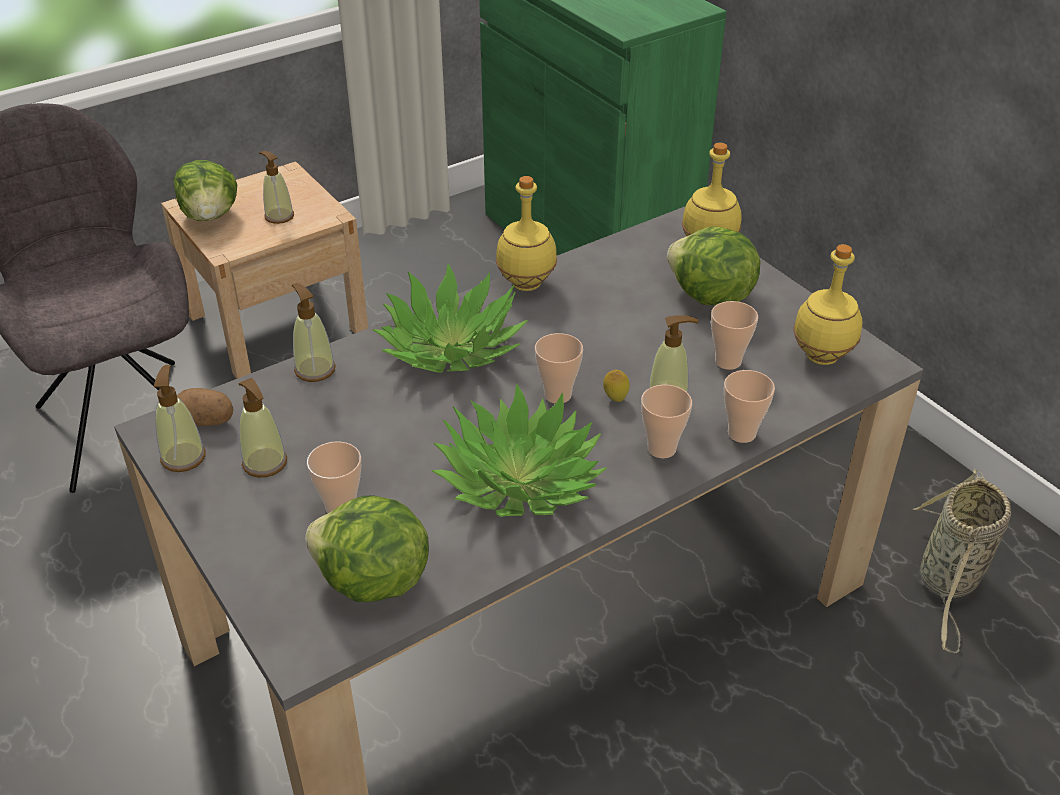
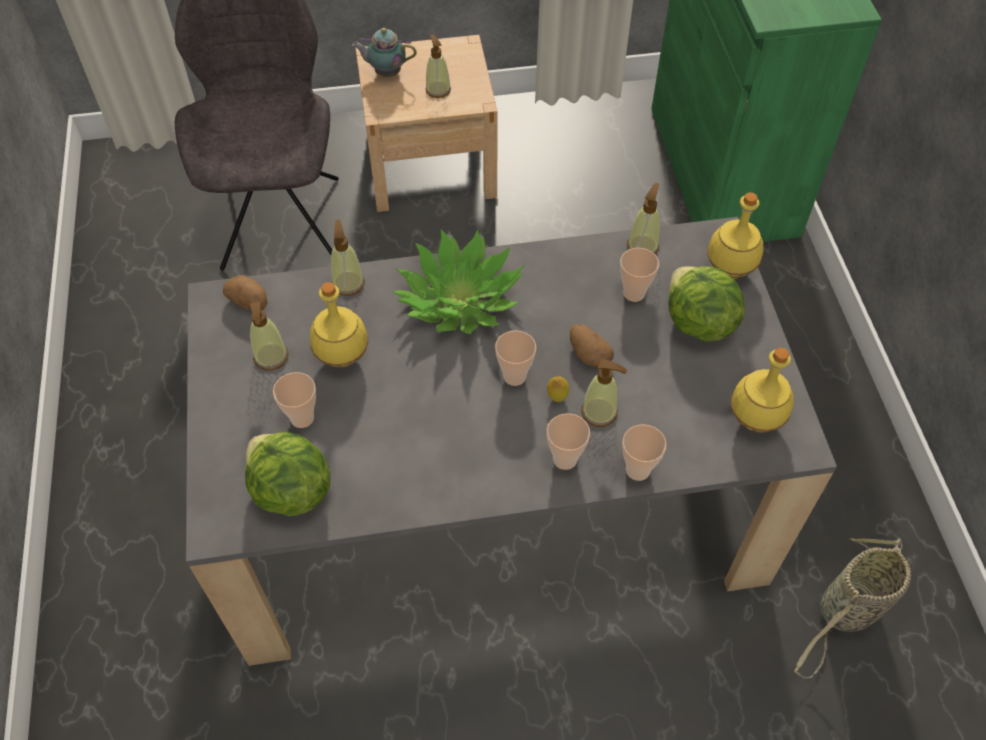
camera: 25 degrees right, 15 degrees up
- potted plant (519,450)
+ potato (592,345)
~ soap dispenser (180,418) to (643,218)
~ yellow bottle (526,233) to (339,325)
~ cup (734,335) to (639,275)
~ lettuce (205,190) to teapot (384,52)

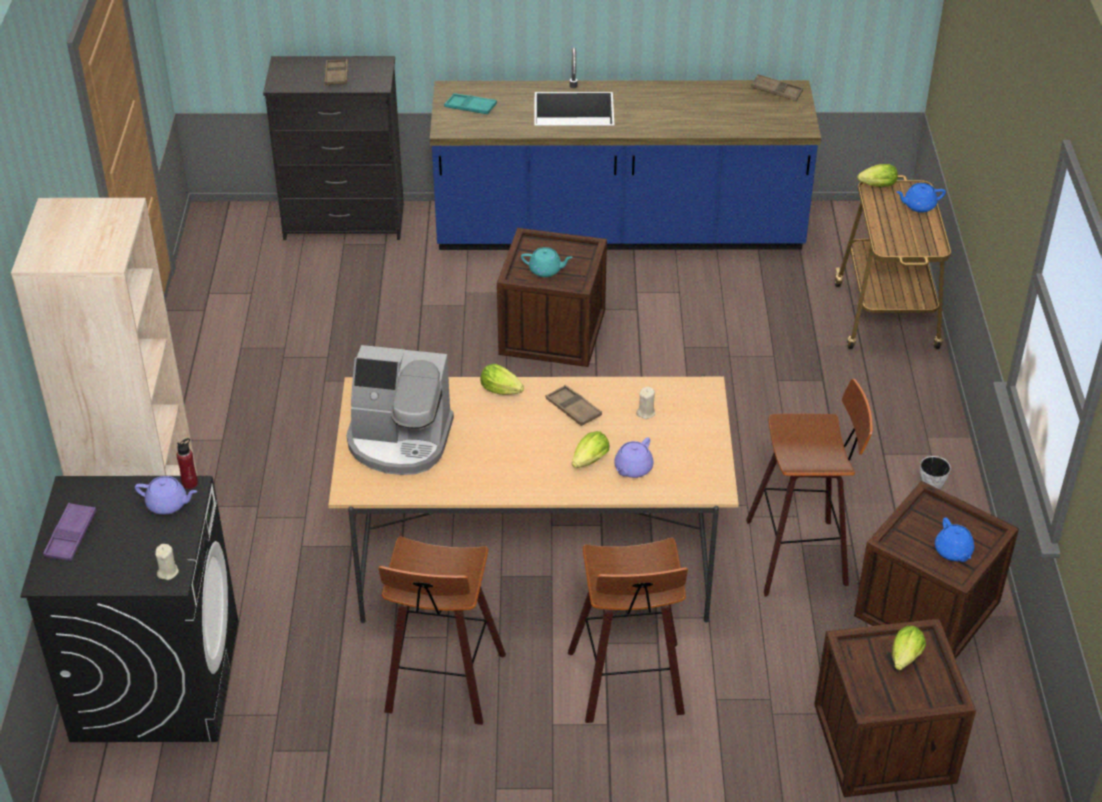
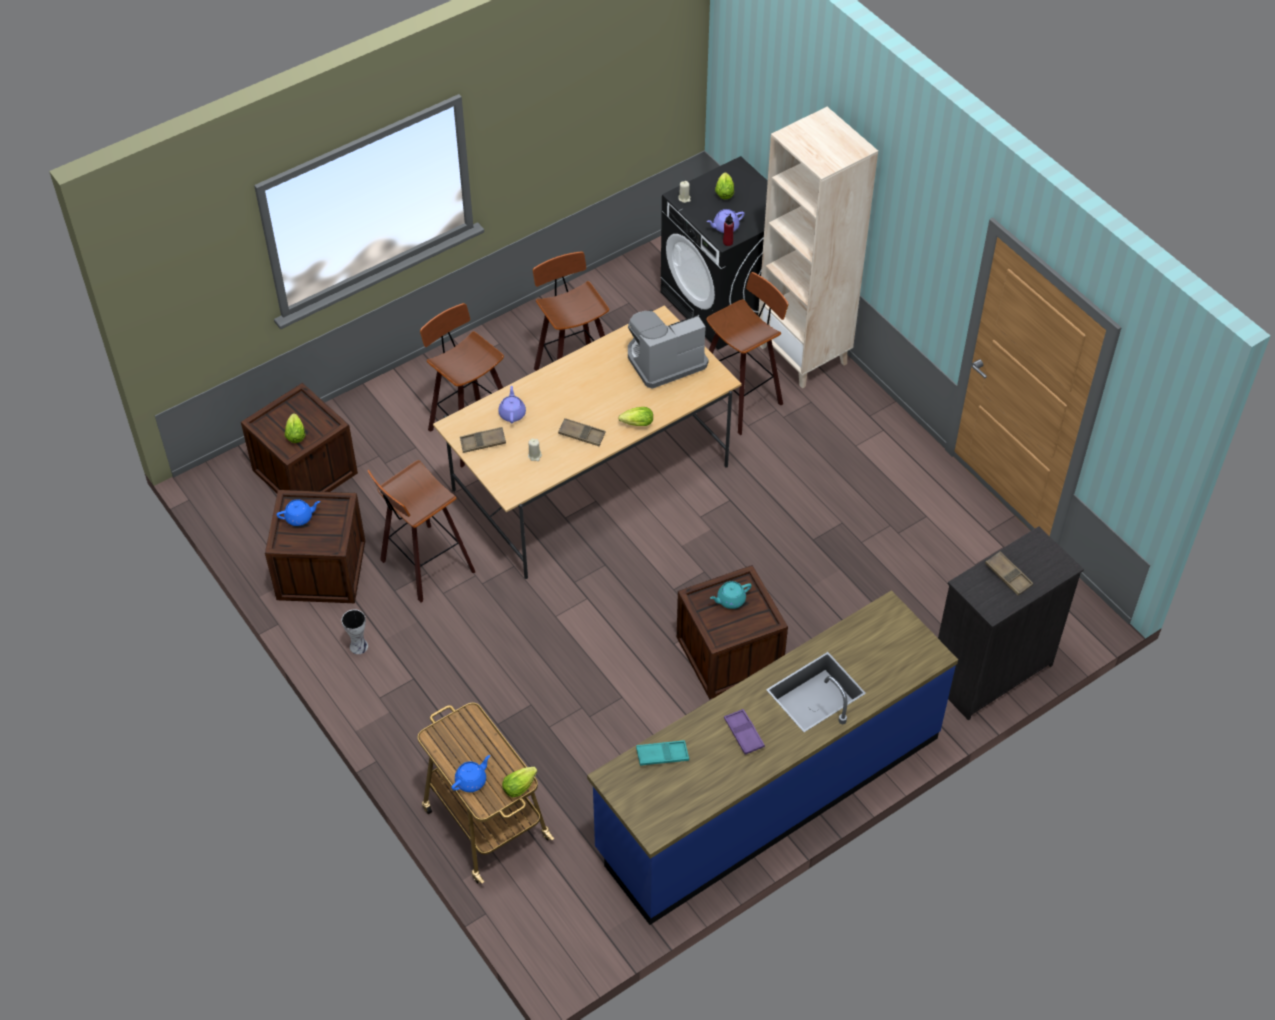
camera: 145 degrees right, 10 degrees up
+ stool (747,353)
~ purple tray (69,532) to (744,732)
~ turquoise tray (470,103) to (662,753)
~ lettuce (590,449) to (724,185)
~ brown tray (777,87) to (483,440)
~ blue teapot (954,540) = (298,512) 120 degrees clockwise

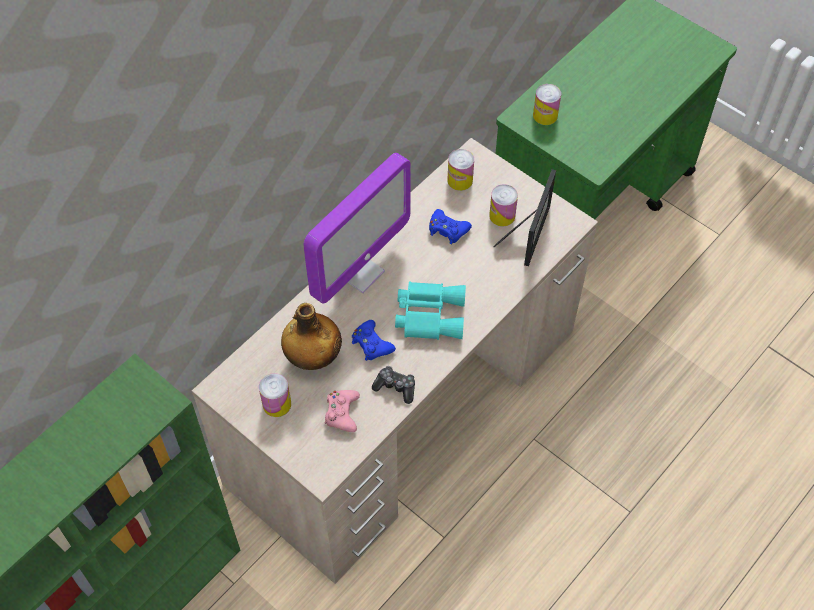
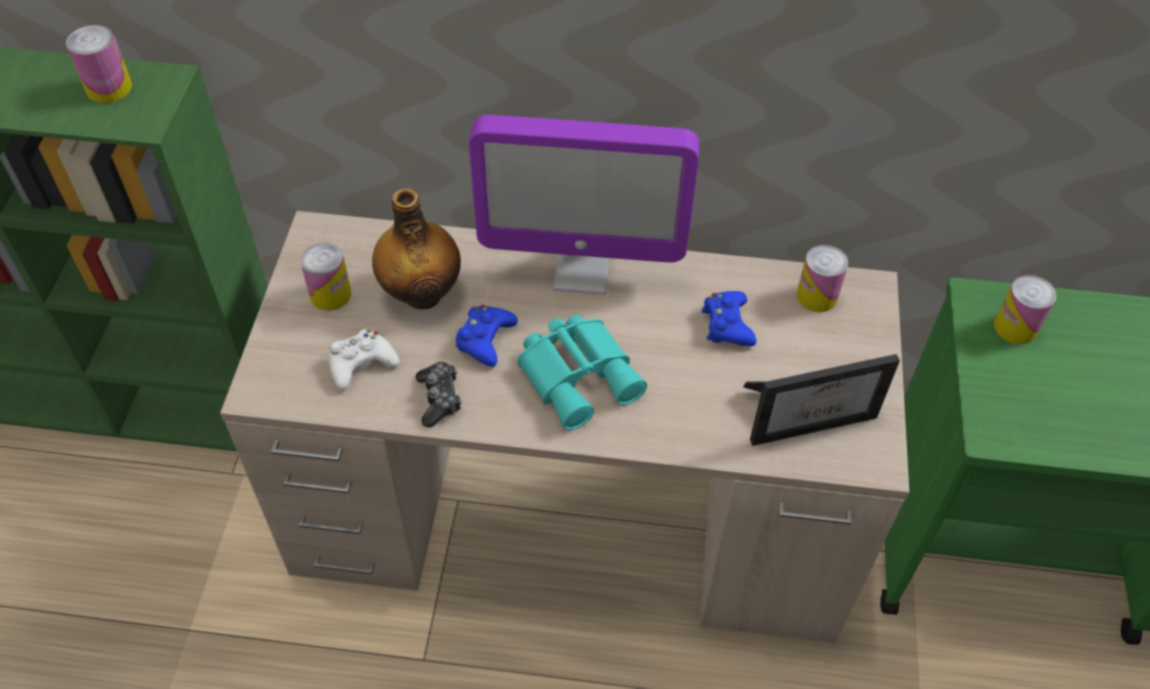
camera: 55 degrees right, 5 degrees down
~ can (503,205) to (99,64)
~ pink game controller (342,411) to white game controller (363,359)

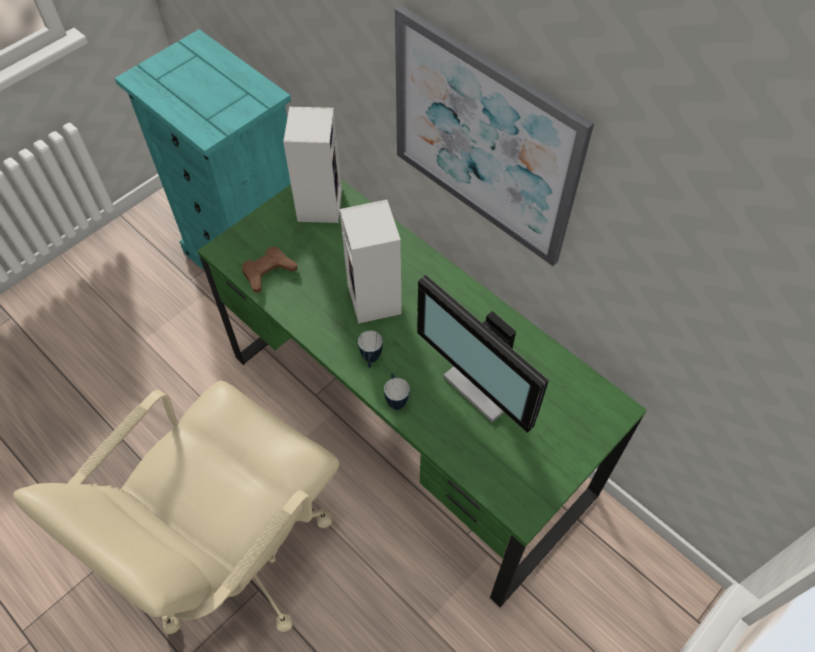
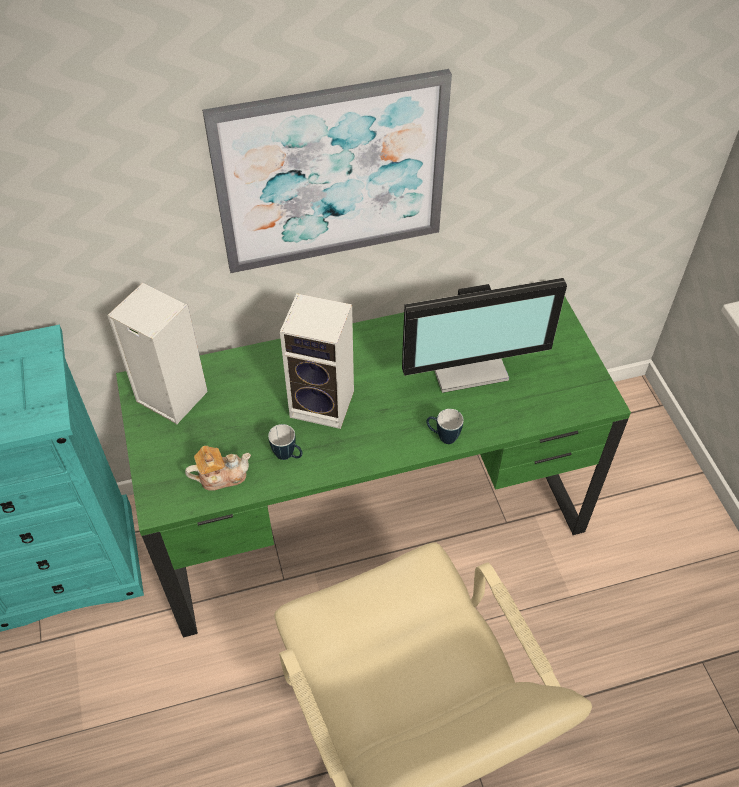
camera: 60 degrees left, 5 degrees down
~ mug (370,349) to (285,442)
~ brown game controller (269,270) to teapot (218,468)

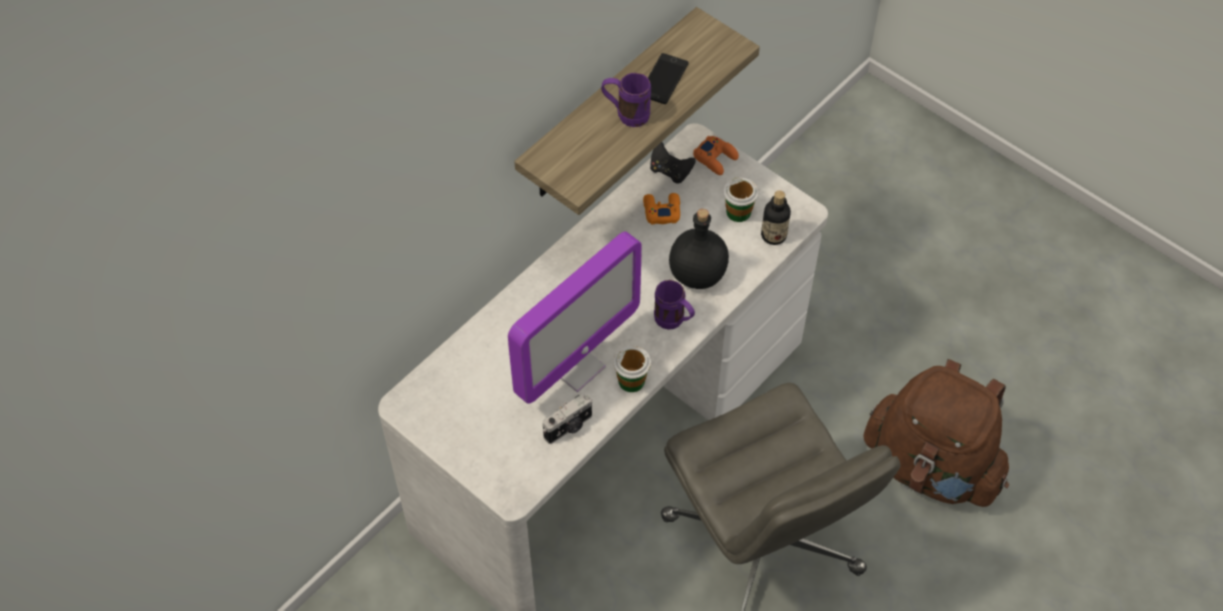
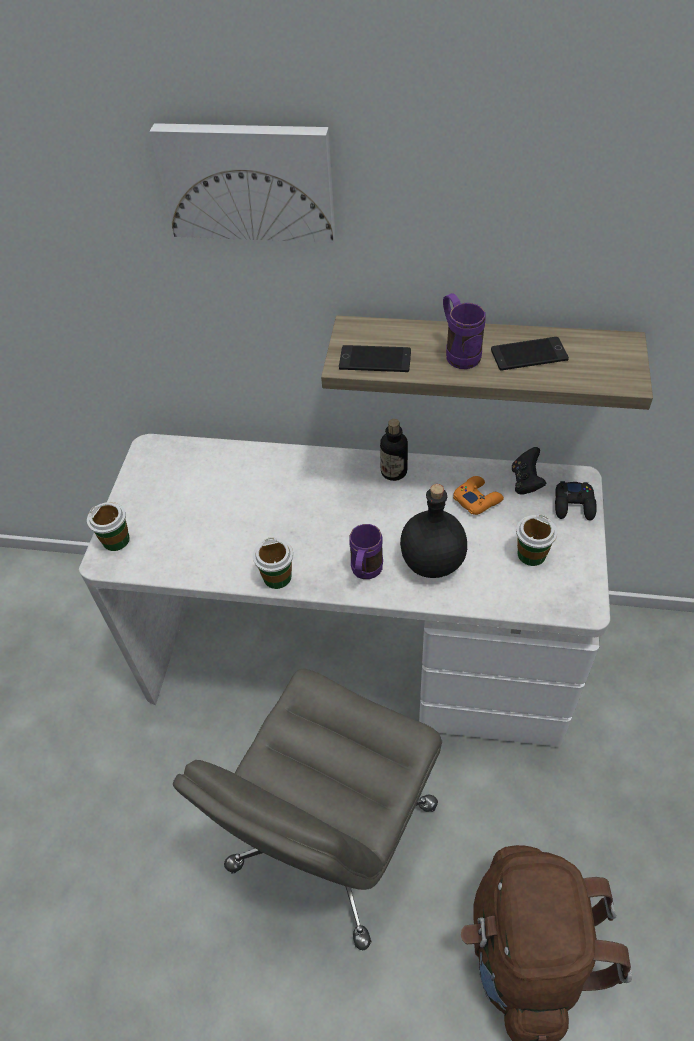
camera: 60 degrees right, 5 degrees down
- monitor (575,318)
- photo camera (567,418)
+ cup (108,526)
+ picture (242,183)
+ phone (375,358)
~ bottle (776,217) to (394,450)
~ orange game controller (716,155) to black game controller (576,500)

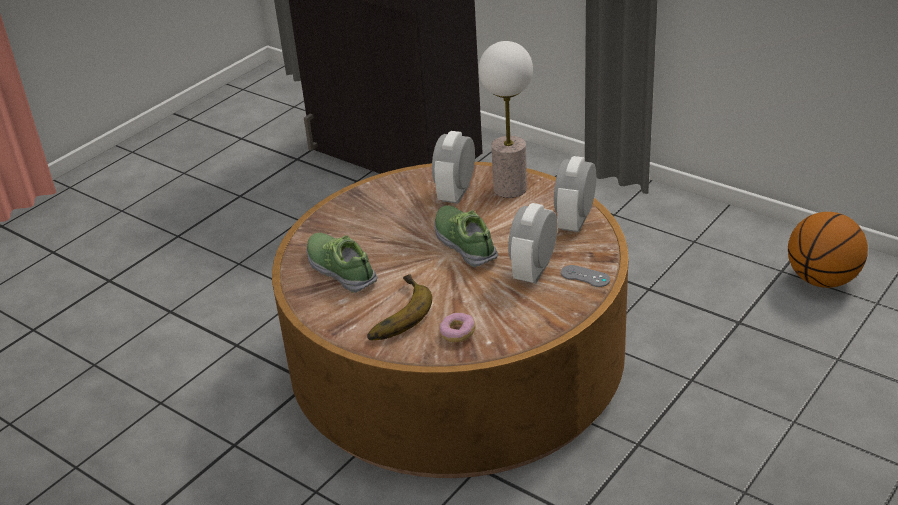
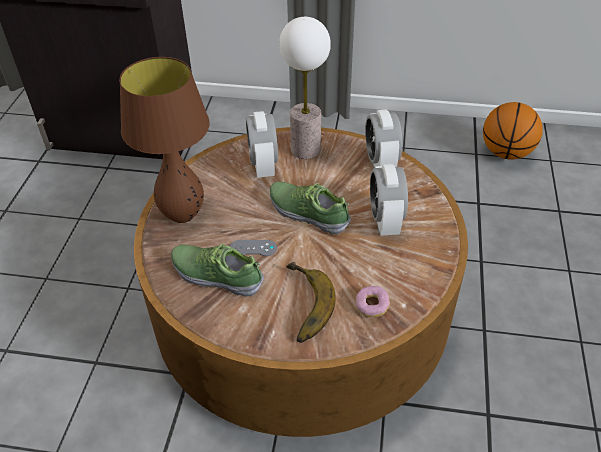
camera: 30 degrees left, 10 degrees up
+ brown table lamp (164,140)
~ grey game controller (585,276) to (253,248)

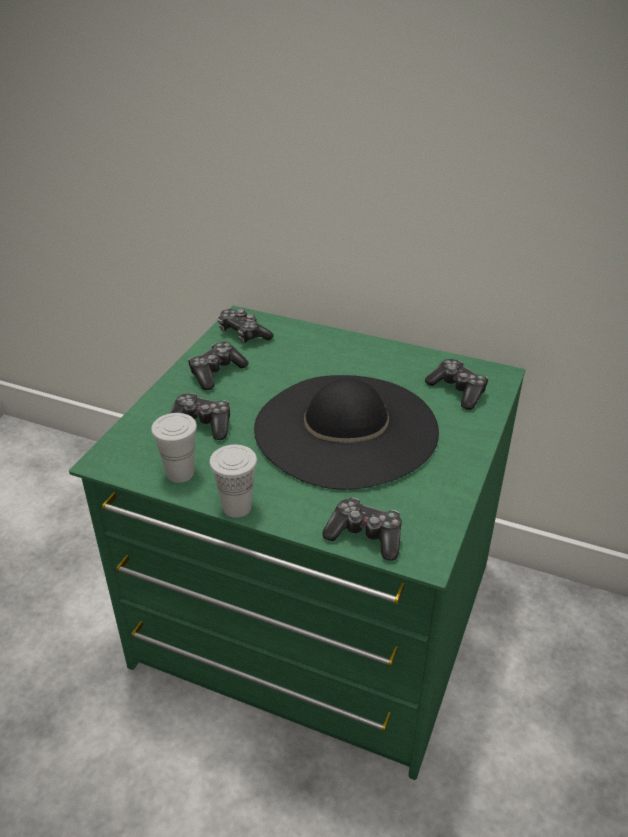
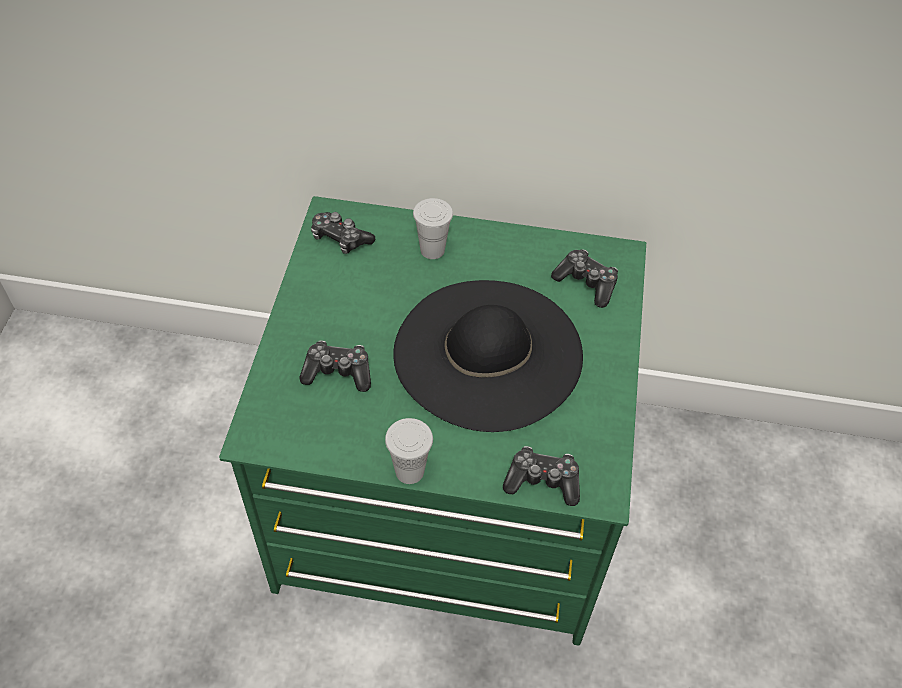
camera: 15 degrees left, 15 degrees up
- game controller (218,366)
~ white cup (174,448) to (433,228)

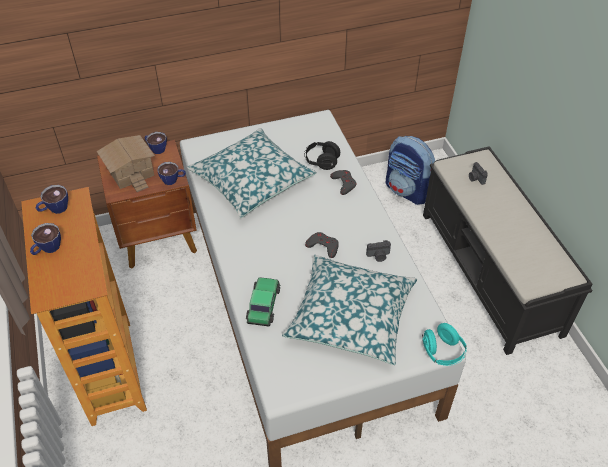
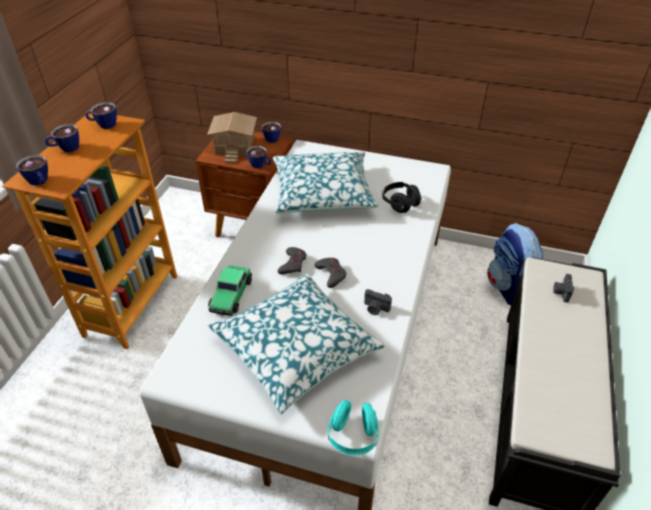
camera: 35 degrees right, 5 degrees down
+ cup (32,170)
~ grey game controller (343,182) to (292,260)
~ toy car (263,302) = (230,290) 150 degrees clockwise

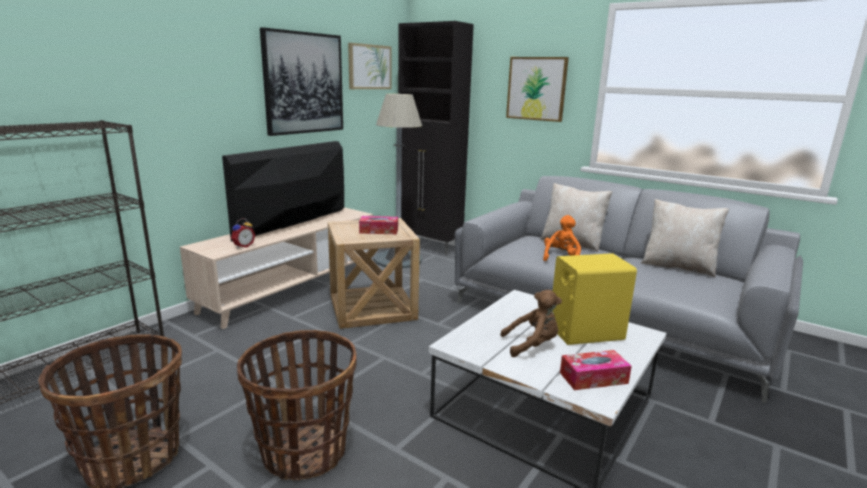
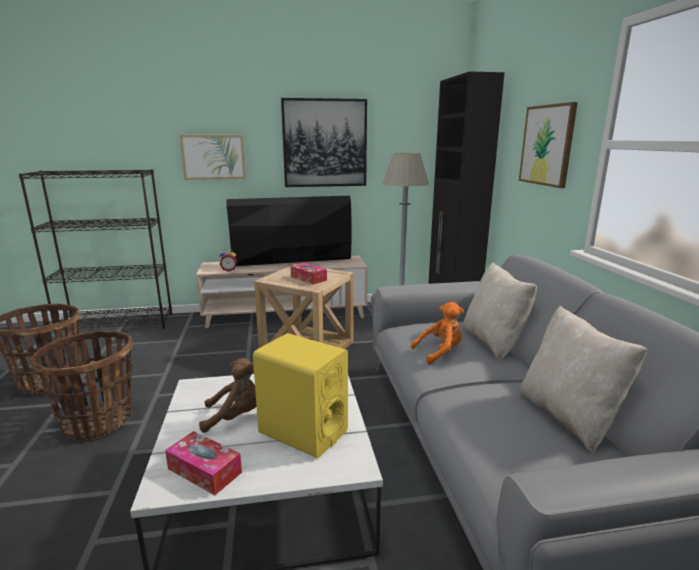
camera: 45 degrees right, 0 degrees up
~ picture (370,66) to (213,157)
~ brown plush toy (531,323) = (228,395) 45 degrees counterclockwise

